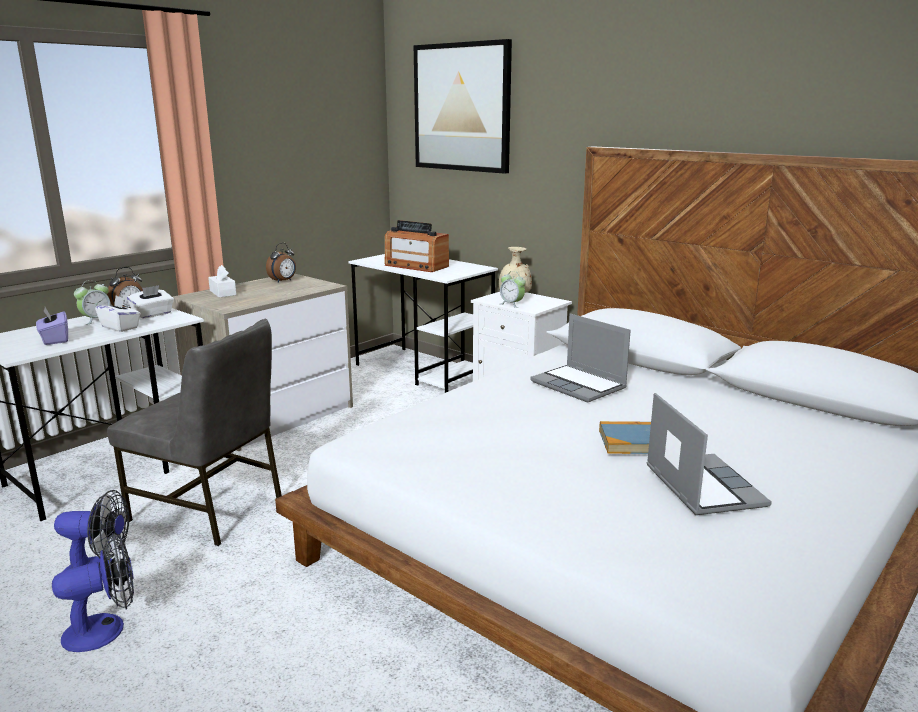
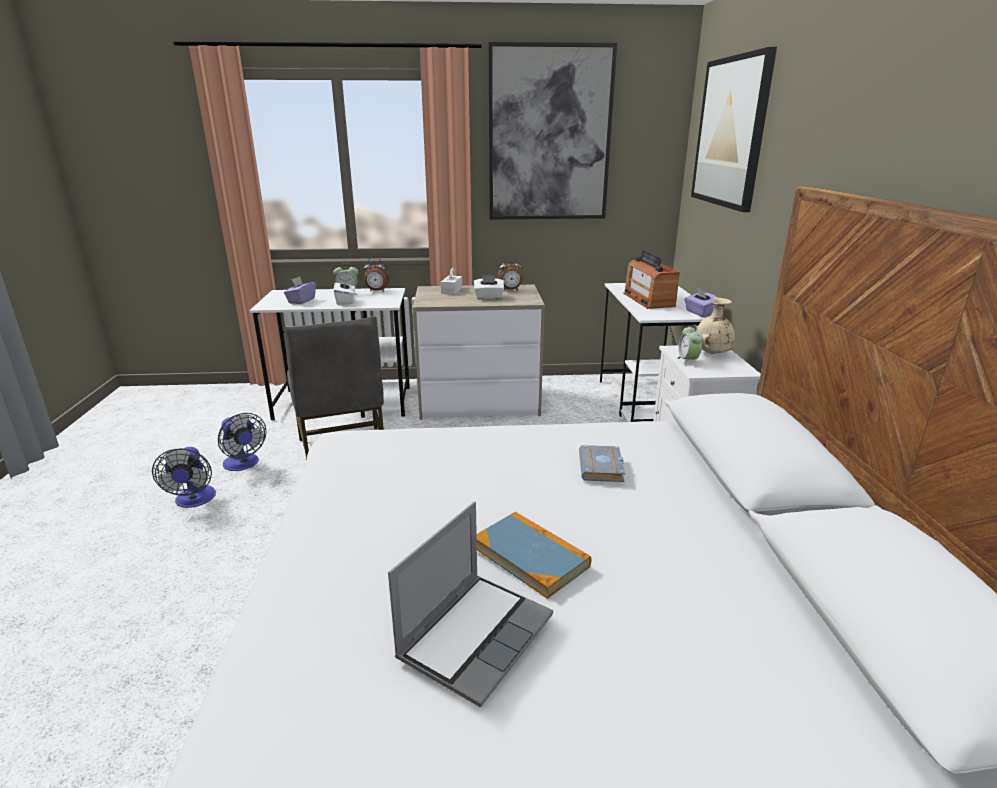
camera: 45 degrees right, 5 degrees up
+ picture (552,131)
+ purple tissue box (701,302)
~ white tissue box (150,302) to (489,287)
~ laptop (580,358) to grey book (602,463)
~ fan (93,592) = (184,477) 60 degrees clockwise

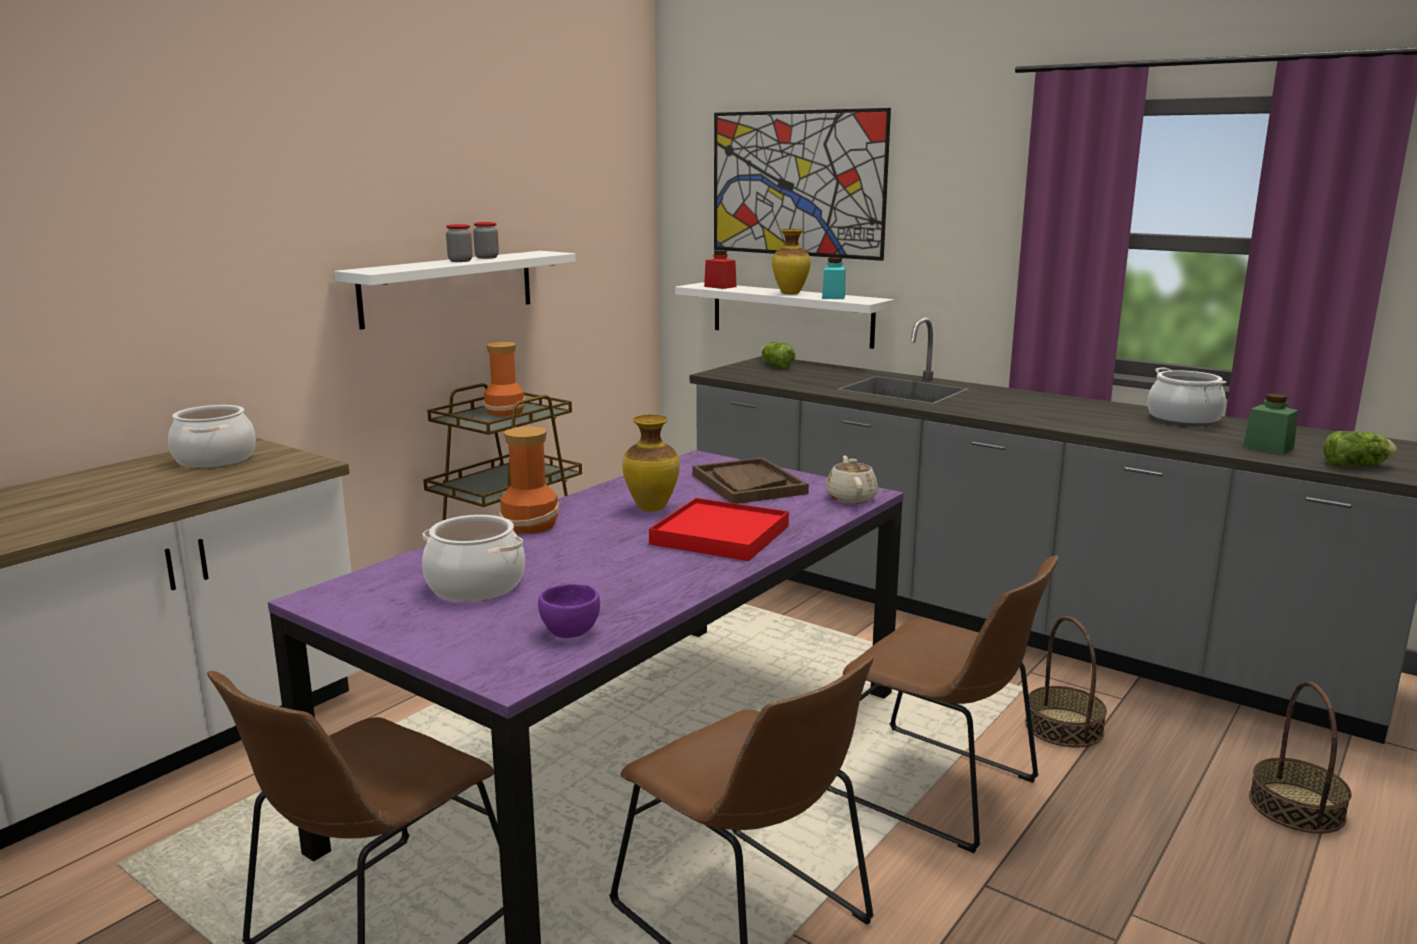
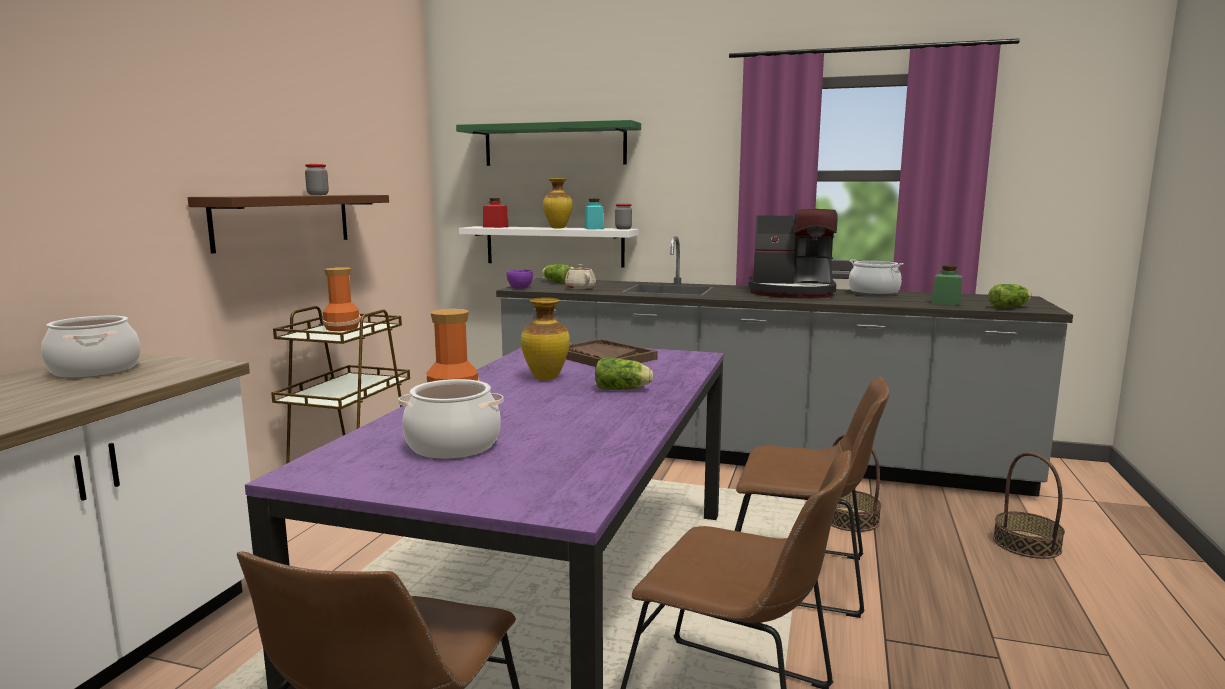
camera: 20 degrees left, 5 degrees down
+ coffee machine (793,253)
~ jar (459,243) to (623,216)
~ purple bowl (569,611) to (520,279)
~ beige teapot (852,479) to (580,277)
~ red tray (719,529) to lettuce (624,374)
~ picture (802,184) to green shelf (548,143)
~ white shelf (455,290) to brown shelf (288,224)

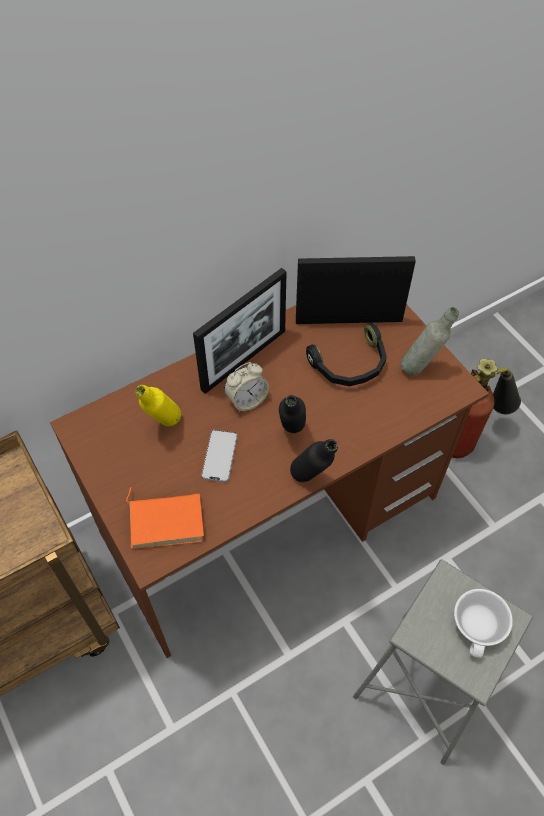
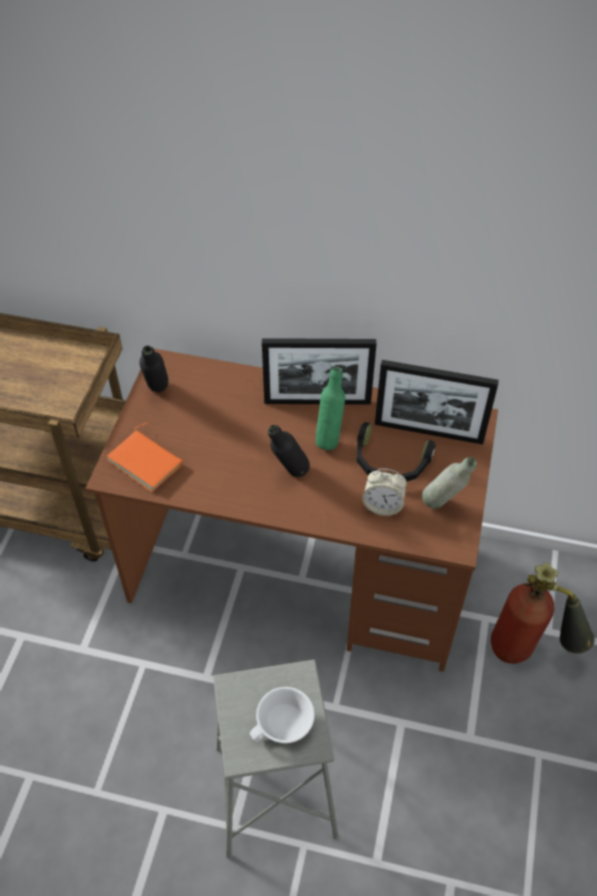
camera: 45 degrees right, 5 degrees down
- yellow bottle (158,405)
- phone (219,456)
+ green bottle (330,408)
~ alarm clock (246,387) to (384,492)
~ black bottle (314,460) to (154,369)
~ picture frame (356,290) = (437,402) 150 degrees clockwise

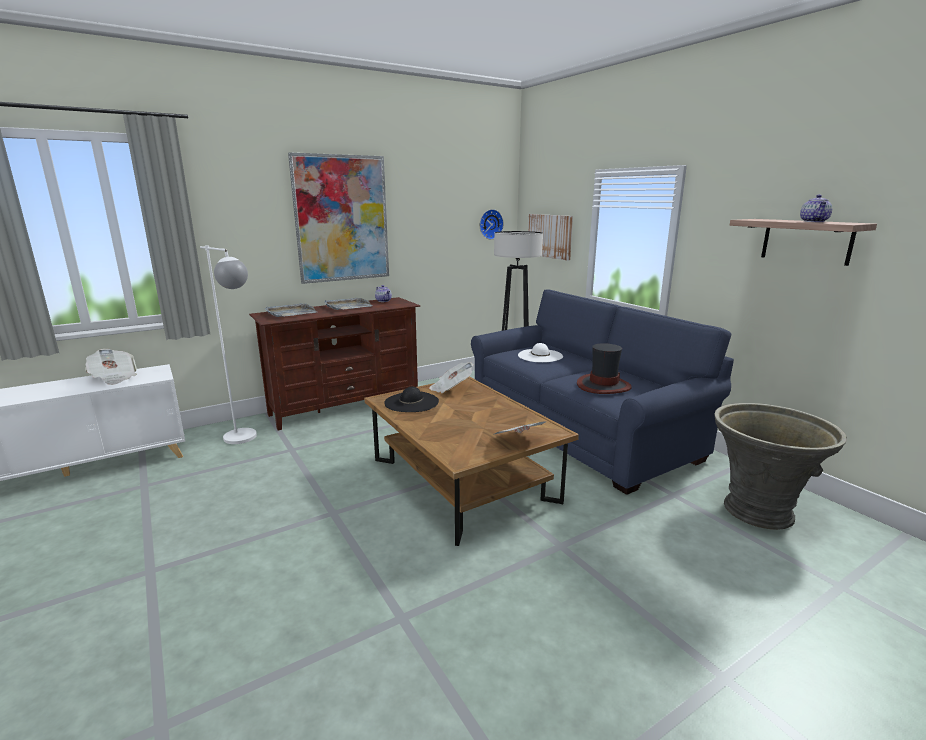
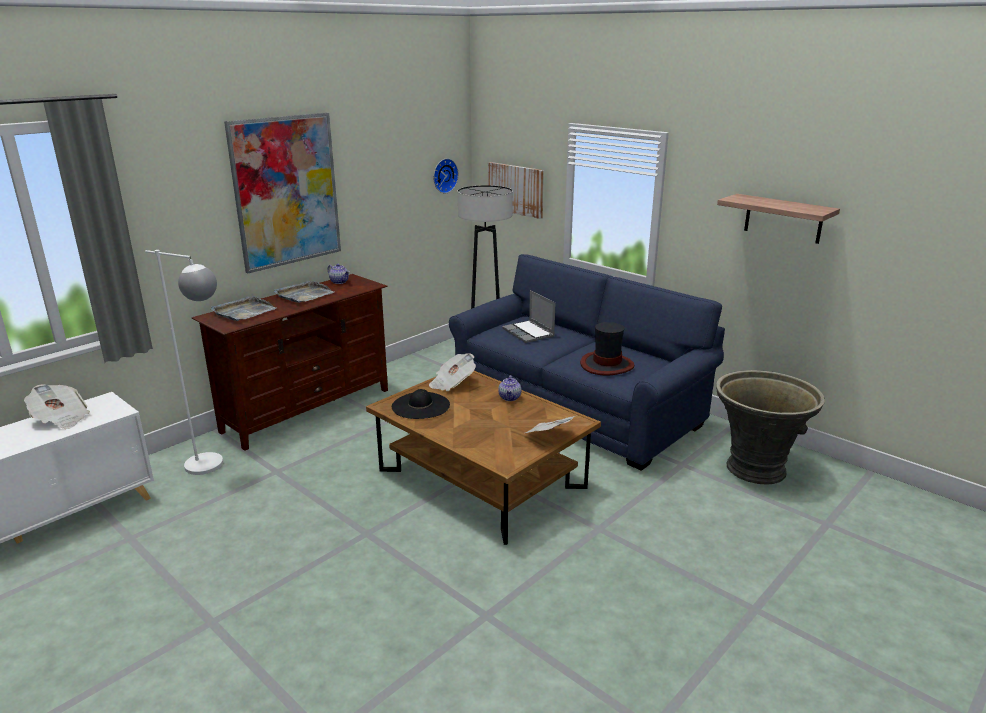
camera: 15 degrees left, 5 degrees up
~ teapot (816,208) to (509,388)
~ white hat (540,352) to laptop (528,316)

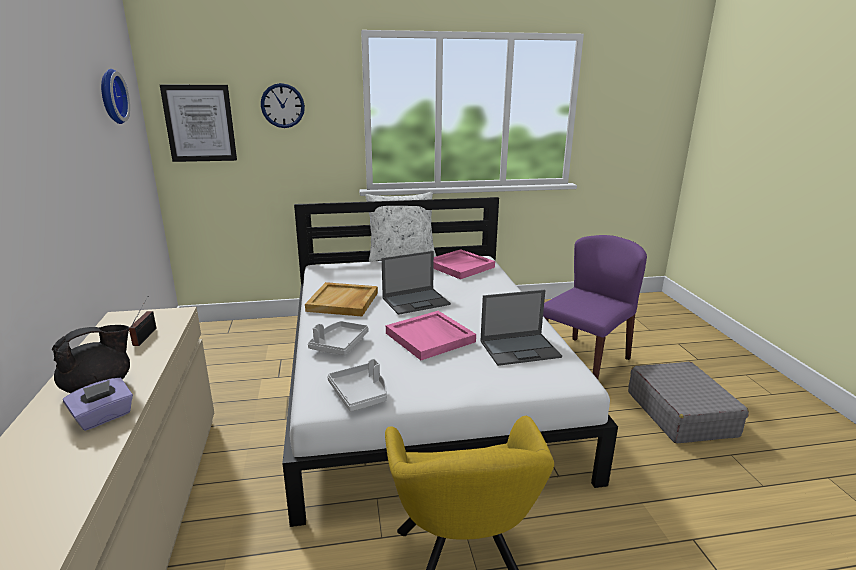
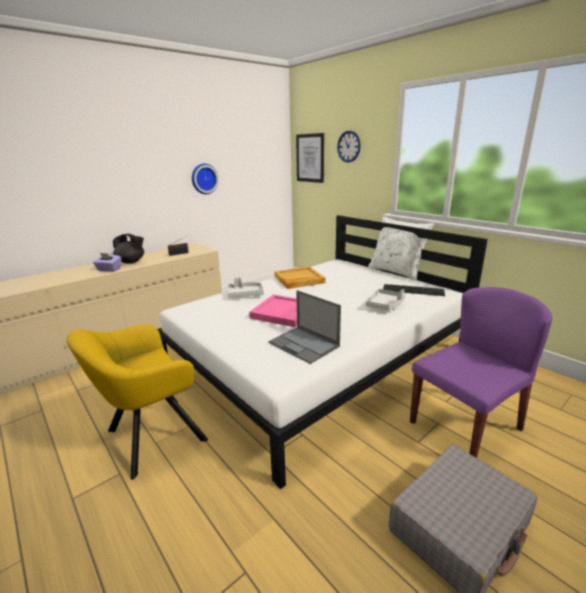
camera: 60 degrees right, 0 degrees up
- laptop (416,283)
~ wall clock (115,96) to (205,179)
~ grey tray (357,385) to (386,299)
~ pink tray (464,264) to keyboard (414,290)
~ purple chair (595,307) = (481,372) 45 degrees counterclockwise

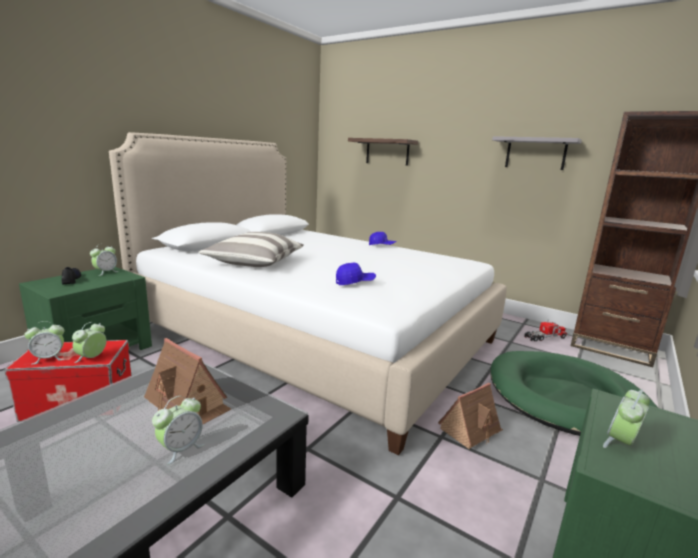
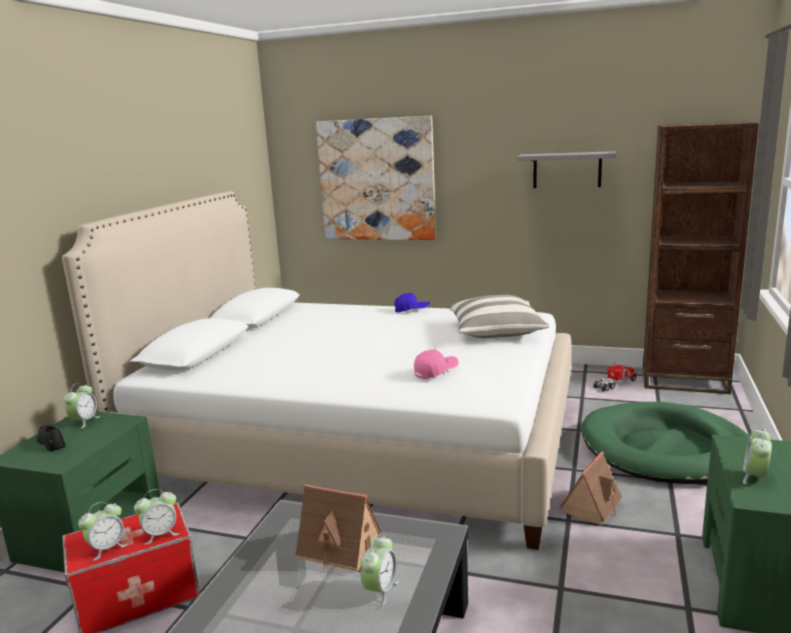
camera: 15 degrees left, 0 degrees up
~ pillow (251,249) to (498,316)
~ shelf (383,152) to picture (376,178)
~ blue cap (356,274) to pink cap (436,364)
~ alarm clock (89,342) = (157,517) 120 degrees counterclockwise

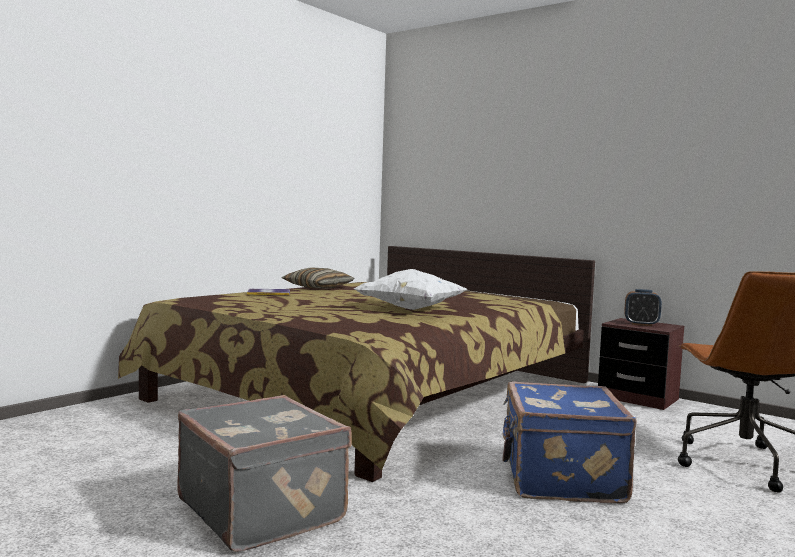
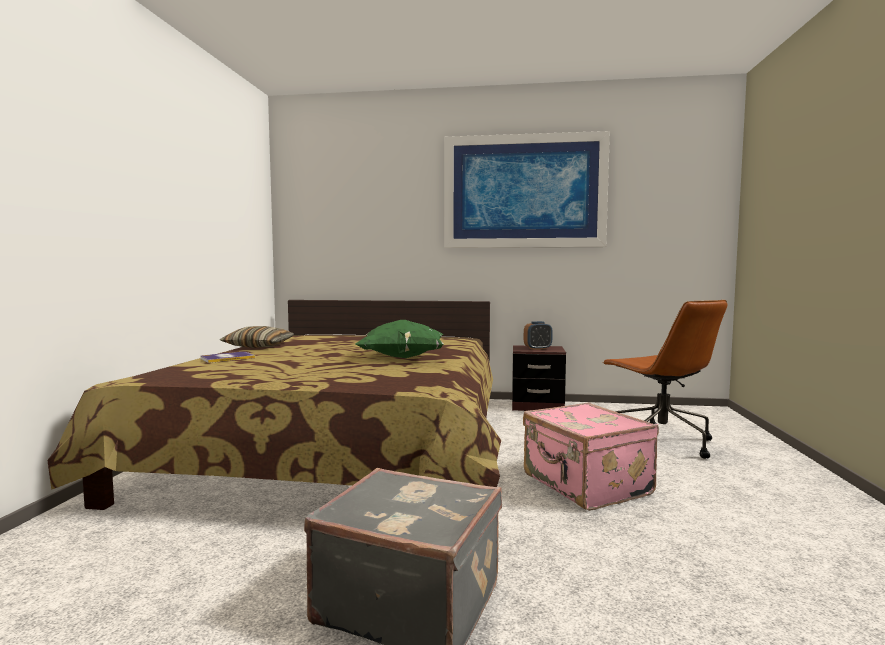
camera: 30 degrees left, 0 degrees up
+ picture (527,189)
~ white pillow (410,289) to green pillow (399,339)
~ blue suitcase (569,443) to pink suitcase (591,456)

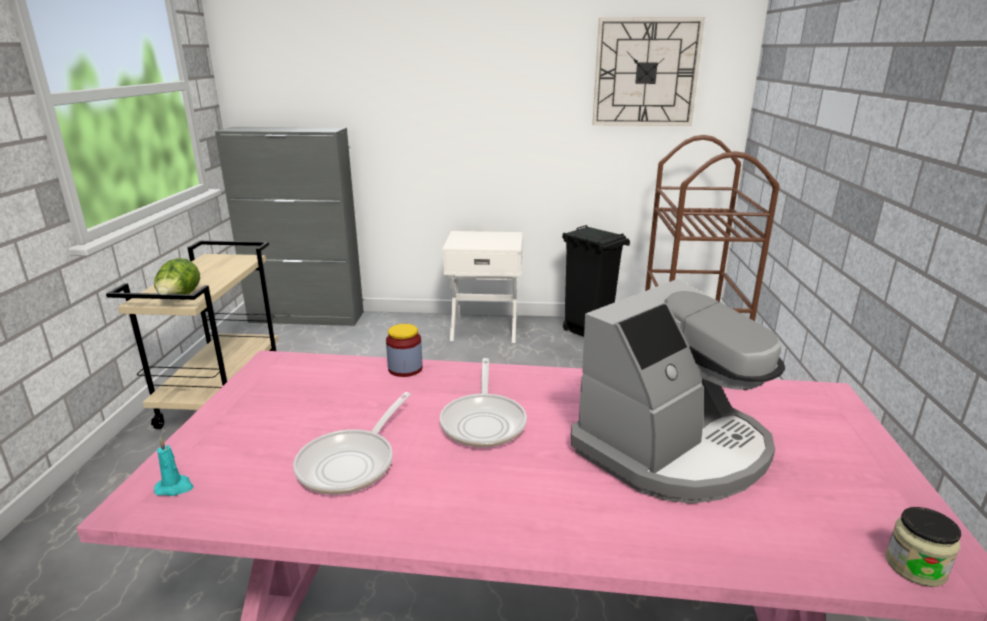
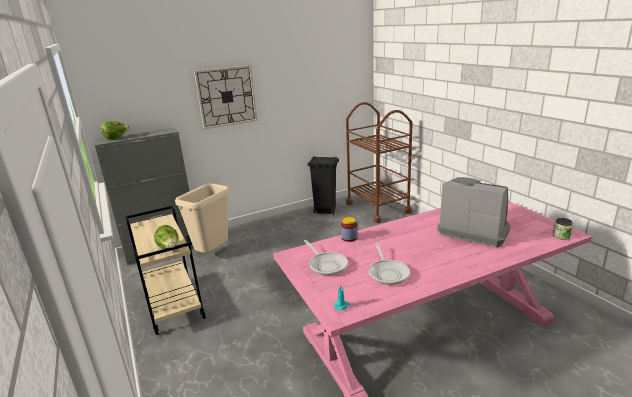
camera: 30 degrees left, 0 degrees up
- white nightstand (482,287)
+ lettuce (115,130)
+ beige trash can (202,218)
~ frying pan (483,403) to (326,258)
~ wall clock (648,71) to (225,97)
~ coffee machine (678,391) = (473,212) 75 degrees counterclockwise

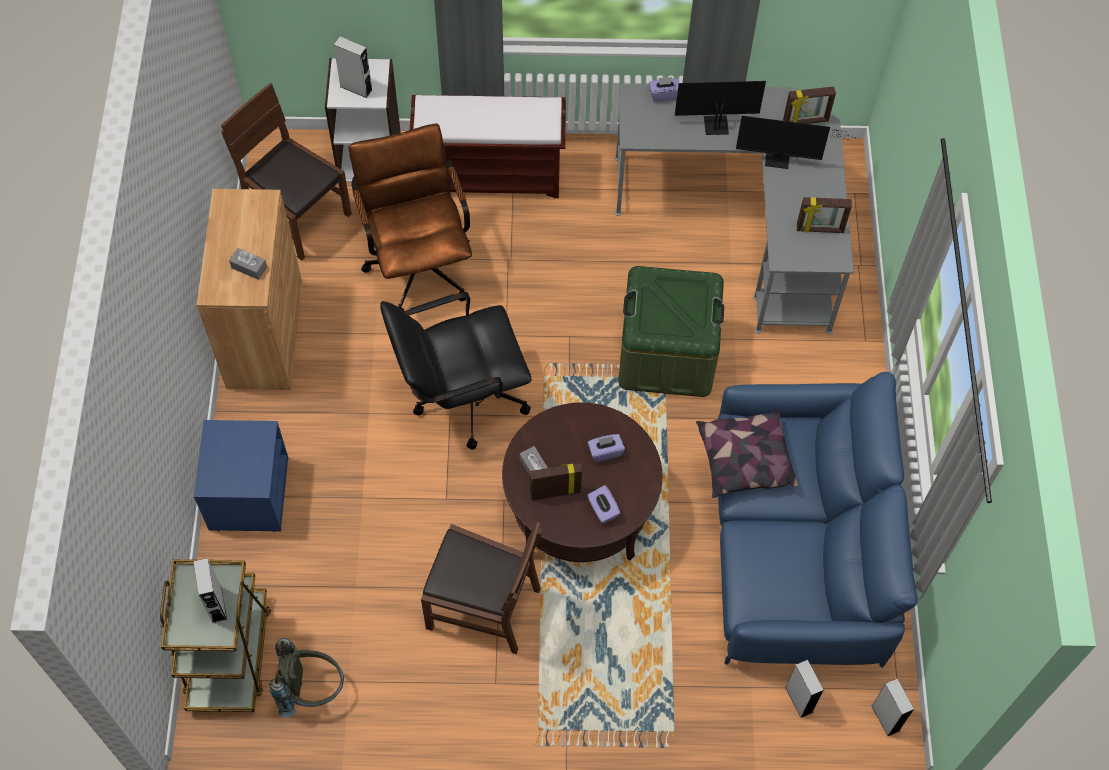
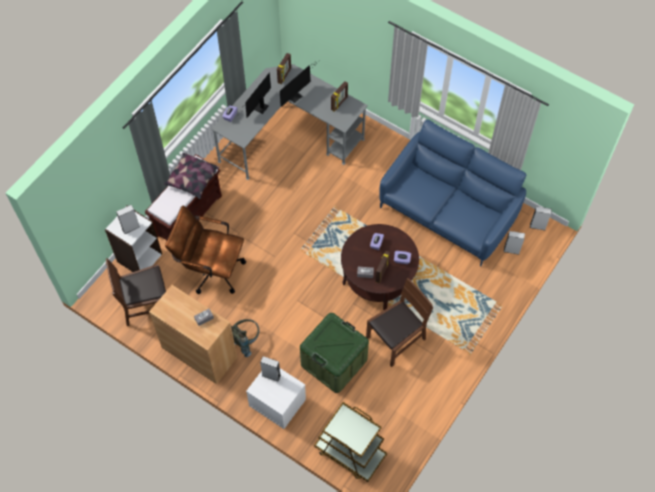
camera: 55 degrees left, 0 degrees up
- black office chair (456,370)
~ grey speaker (210,590) to (270,368)
~ grey backpack (306,678) to (245,338)
~ green storage box (671,331) to (334,353)
~ pillow (747,453) to (192,176)
~ blue nightstand (241,476) to white nightstand (276,398)

